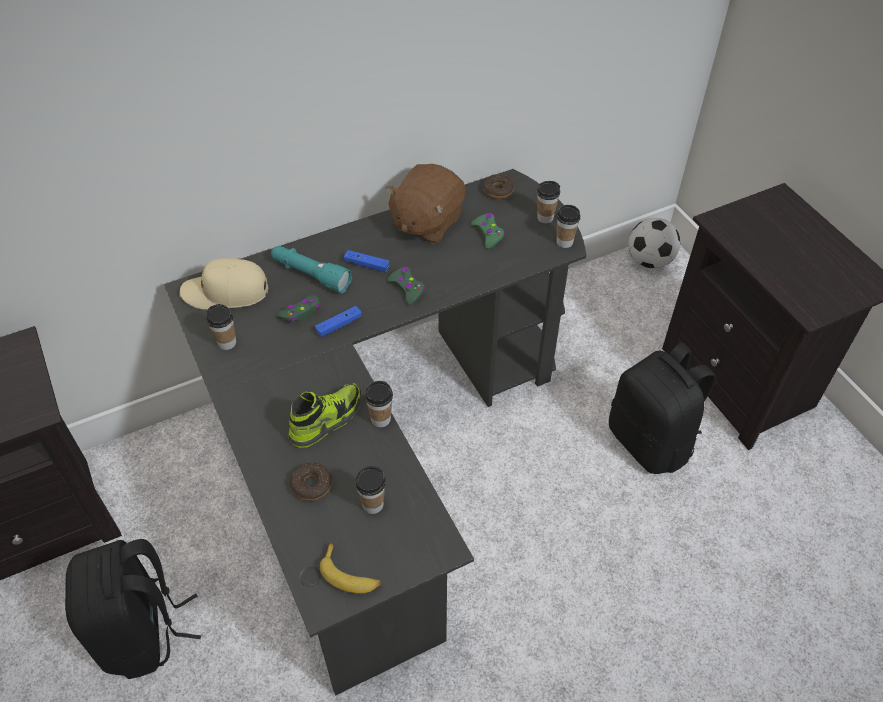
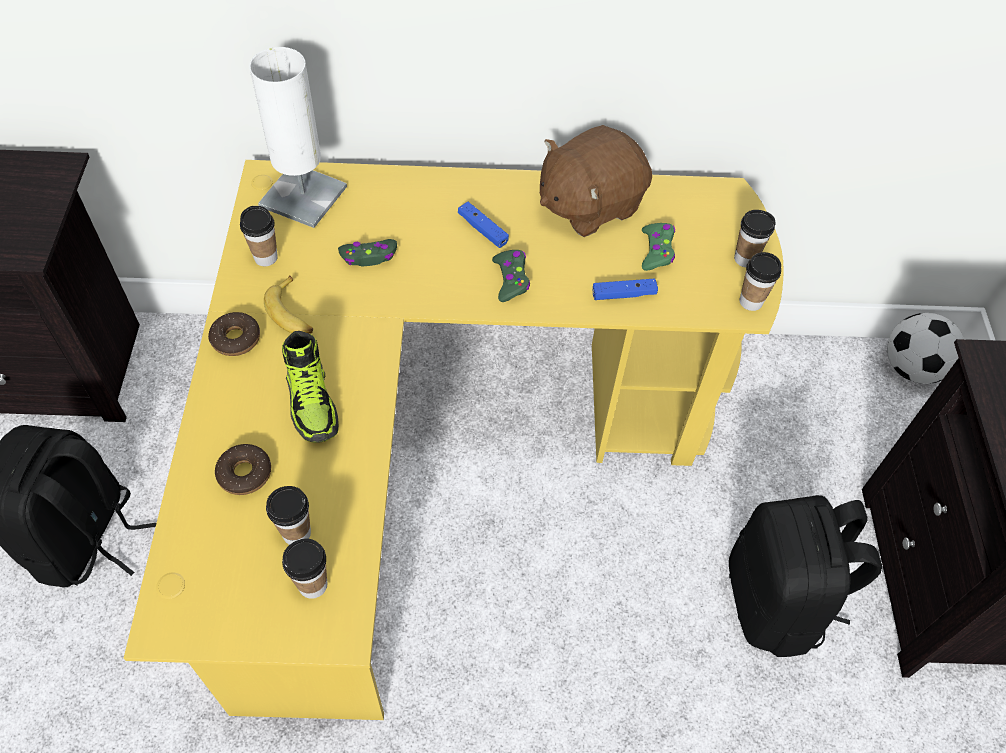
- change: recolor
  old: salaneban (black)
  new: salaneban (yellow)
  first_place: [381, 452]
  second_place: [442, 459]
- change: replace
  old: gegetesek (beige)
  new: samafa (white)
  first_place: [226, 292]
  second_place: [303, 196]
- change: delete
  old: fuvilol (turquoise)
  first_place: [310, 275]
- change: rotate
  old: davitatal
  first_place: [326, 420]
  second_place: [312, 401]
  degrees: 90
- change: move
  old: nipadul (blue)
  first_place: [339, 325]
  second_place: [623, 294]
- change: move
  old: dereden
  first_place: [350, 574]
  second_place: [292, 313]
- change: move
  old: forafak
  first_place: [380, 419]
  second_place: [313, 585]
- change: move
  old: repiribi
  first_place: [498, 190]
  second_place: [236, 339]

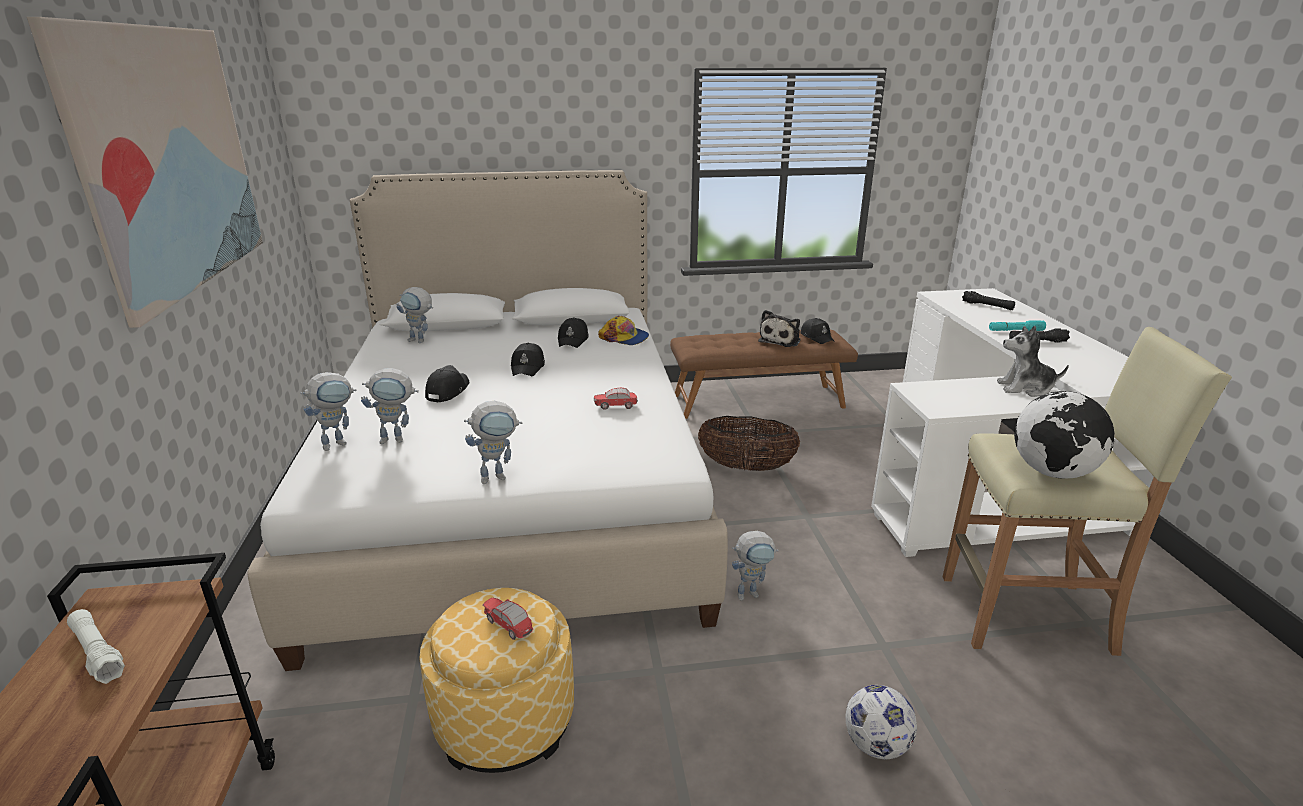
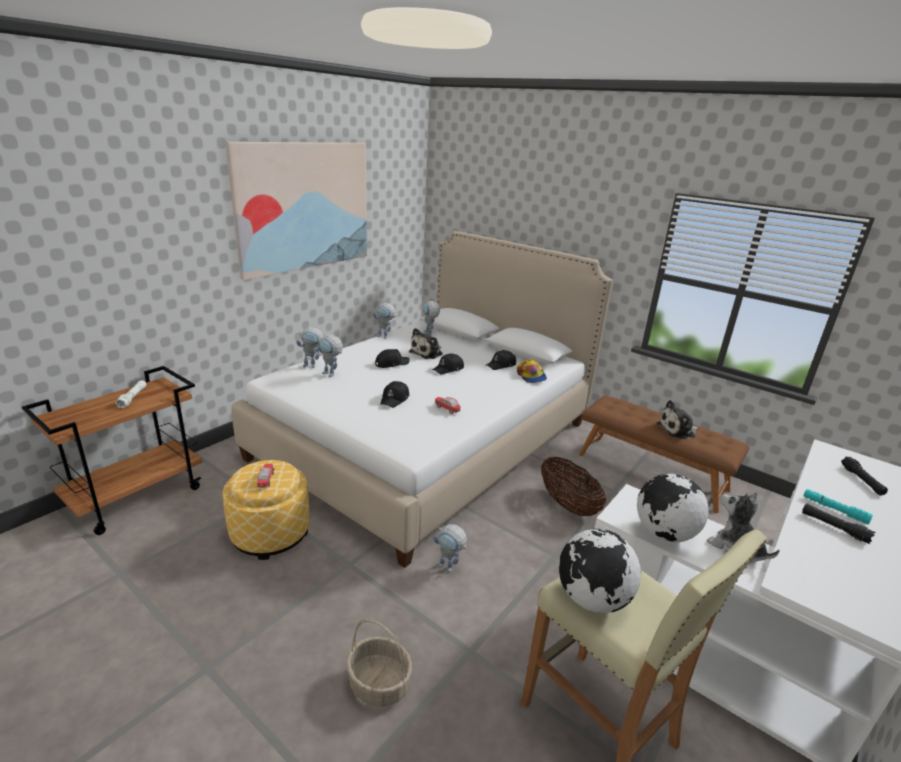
- change: move
  old: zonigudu
  first_place: [499, 476]
  second_place: [385, 337]
- change: move
  old: gegetesek (black)
  first_place: [817, 337]
  second_place: [395, 399]
- change: replace
  old: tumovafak
  new: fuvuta
  first_place: [876, 745]
  second_place: [378, 685]
- change: insert
  new: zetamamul
  second_place: [427, 353]
- change: insert
  new: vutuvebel
  second_place: [663, 533]

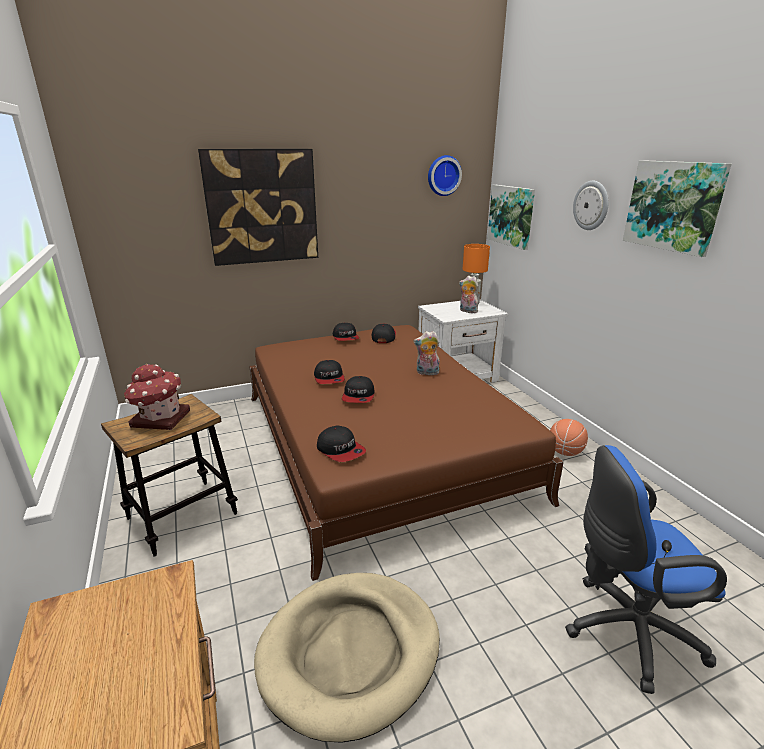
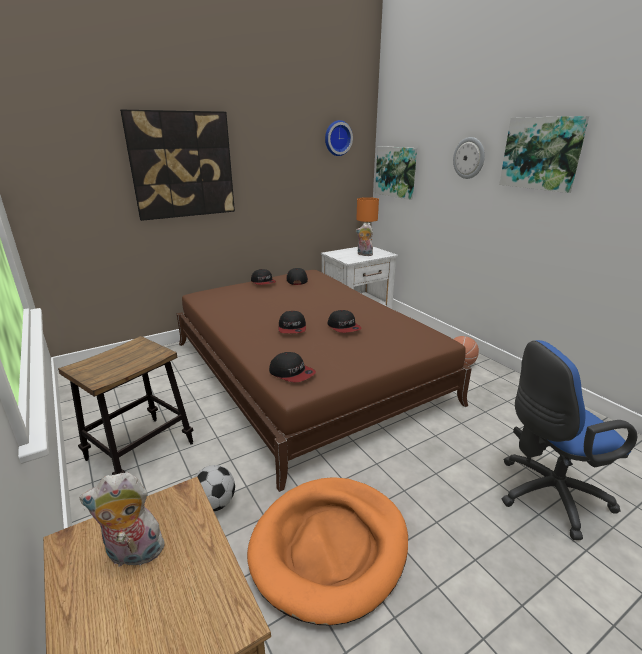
- change: delete
  old: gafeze
  first_place: [160, 419]
- change: recolor
  old: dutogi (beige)
  new: dutogi (orange)
  first_place: [350, 652]
  second_place: [330, 547]
- change: move
  old: gegetesek
  first_place: [329, 378]
  second_place: [344, 327]
- change: move
  old: zetamamul
  first_place: [427, 373]
  second_place: [133, 555]
- change: insert
  new: tumovafak
  second_place: [216, 503]

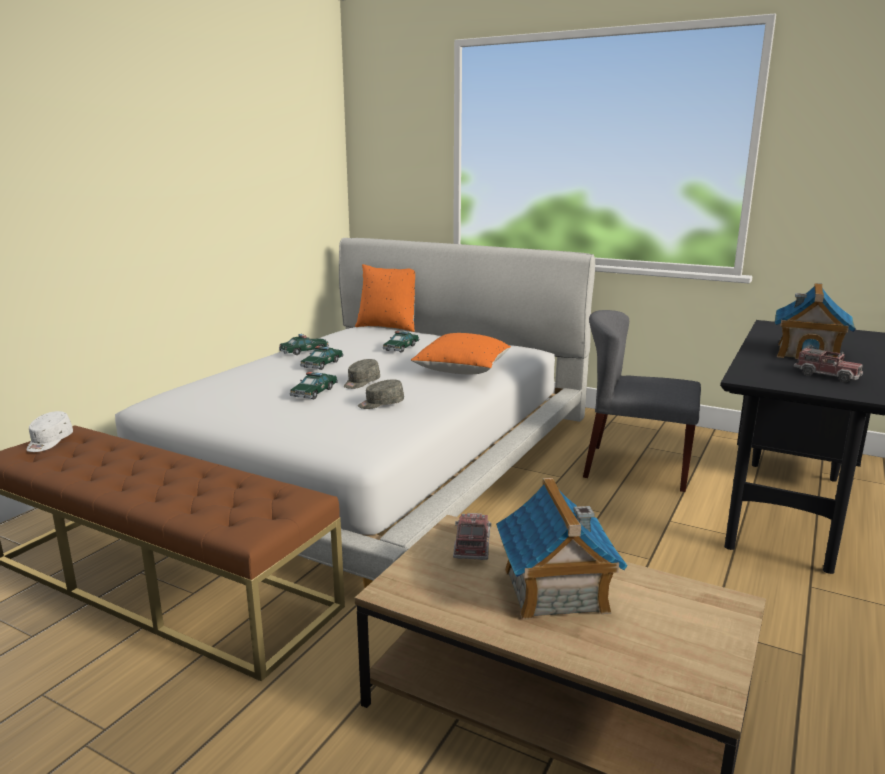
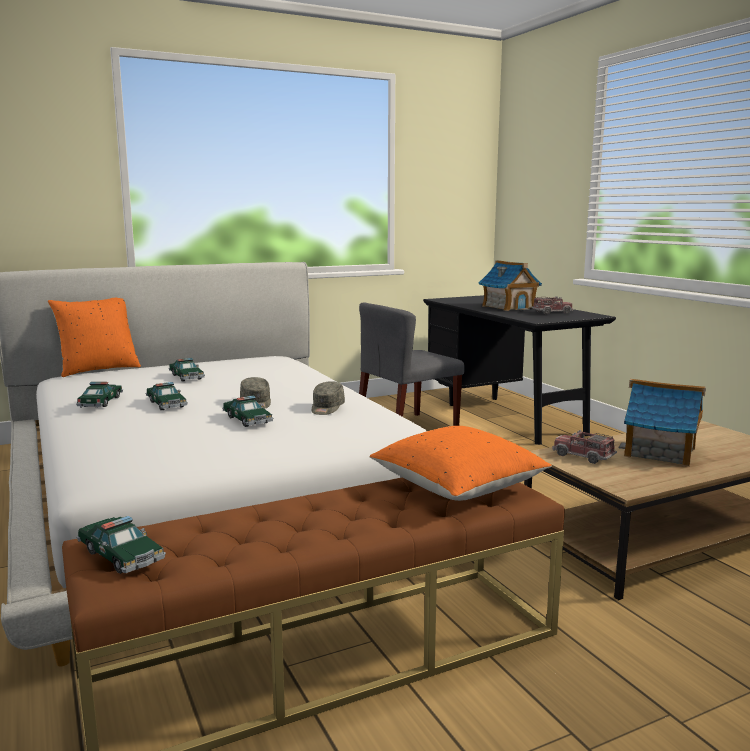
- change: replace
  old: gegetesek (white)
  new: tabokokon
  first_place: [49, 442]
  second_place: [120, 555]
- change: move
  old: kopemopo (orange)
  first_place: [462, 370]
  second_place: [458, 487]

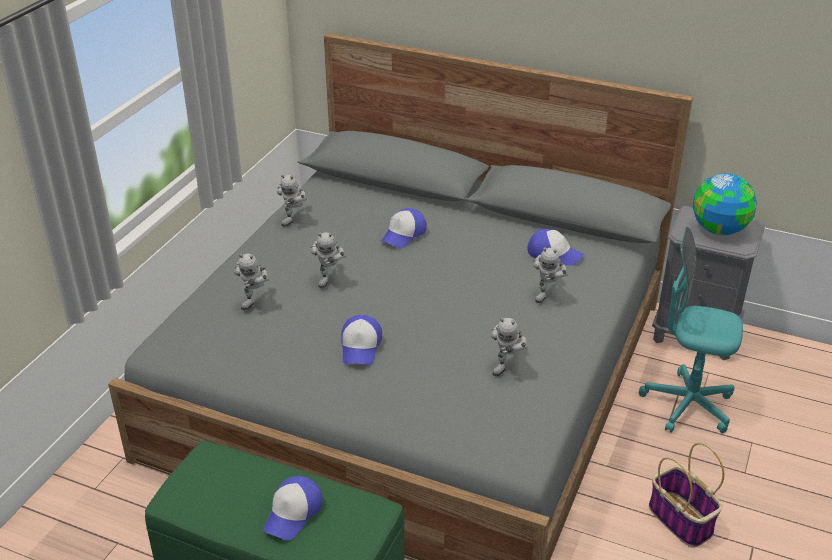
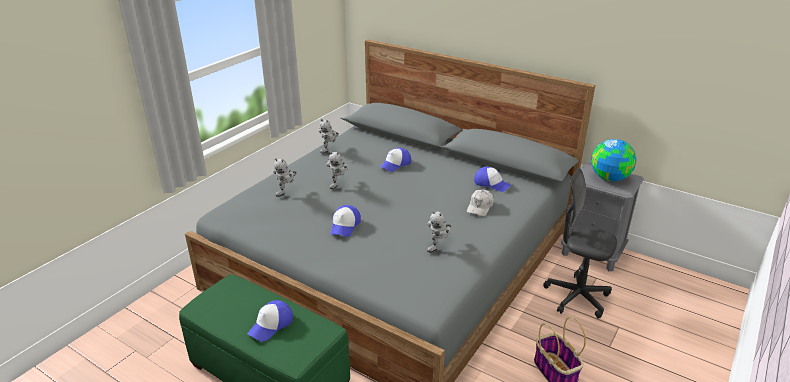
- change: replace
  old: zonigudu
  new: gegetesek (white)
  first_place: [547, 294]
  second_place: [480, 207]
- change: recolor
  old: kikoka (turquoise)
  new: kikoka (grey)
  first_place: [687, 405]
  second_place: [576, 297]

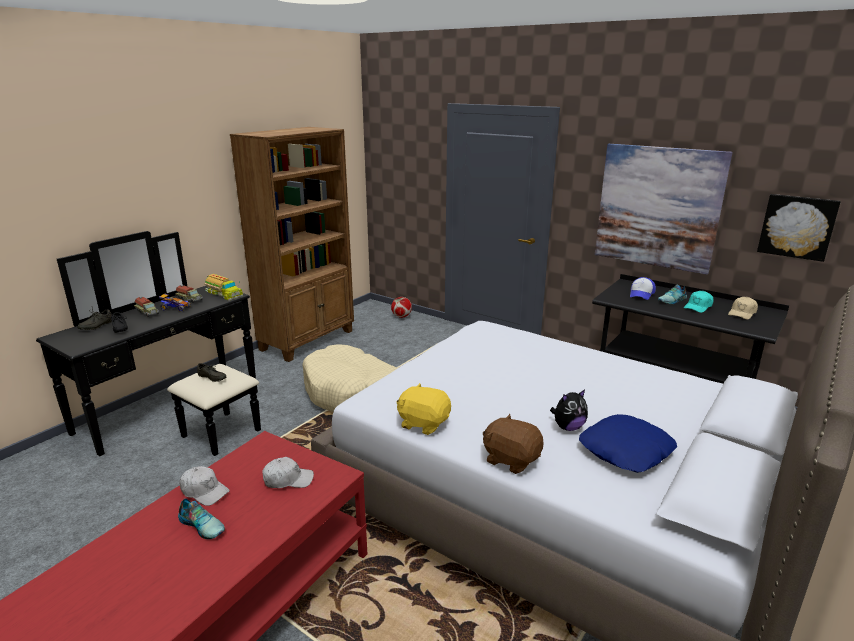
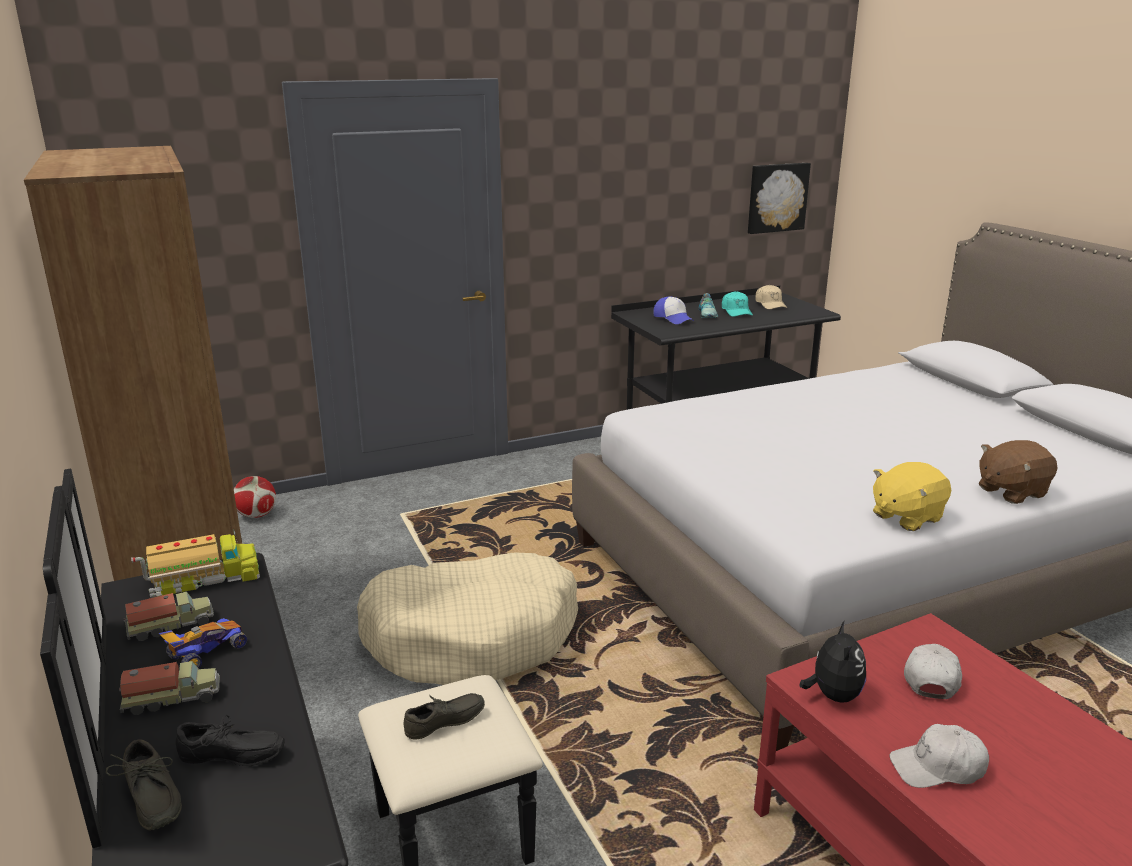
- change: delete
  old: davitatal
  first_place: [203, 525]
- change: rotate
  old: gegetesek (white)
  first_place: [204, 491]
  second_place: [938, 768]
  degrees: -150
- change: move
  old: zetamamul
  first_place: [568, 427]
  second_place: [832, 695]
- change: delete
  old: kopemopo (blue)
  first_place: [626, 451]
- change: delete
  old: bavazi
  first_place: [658, 207]

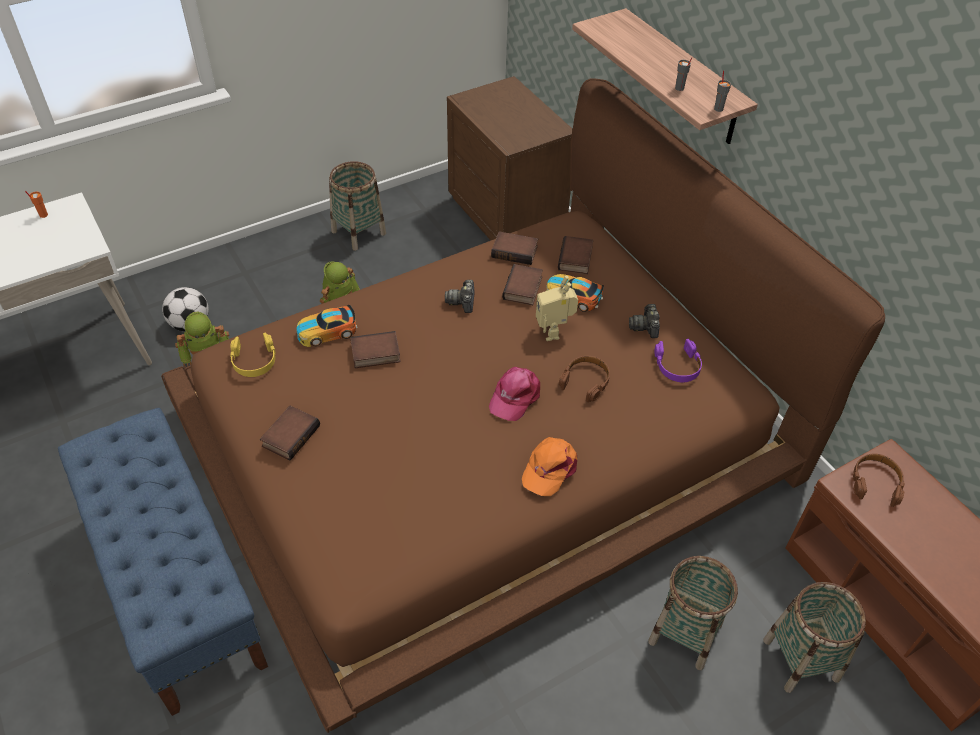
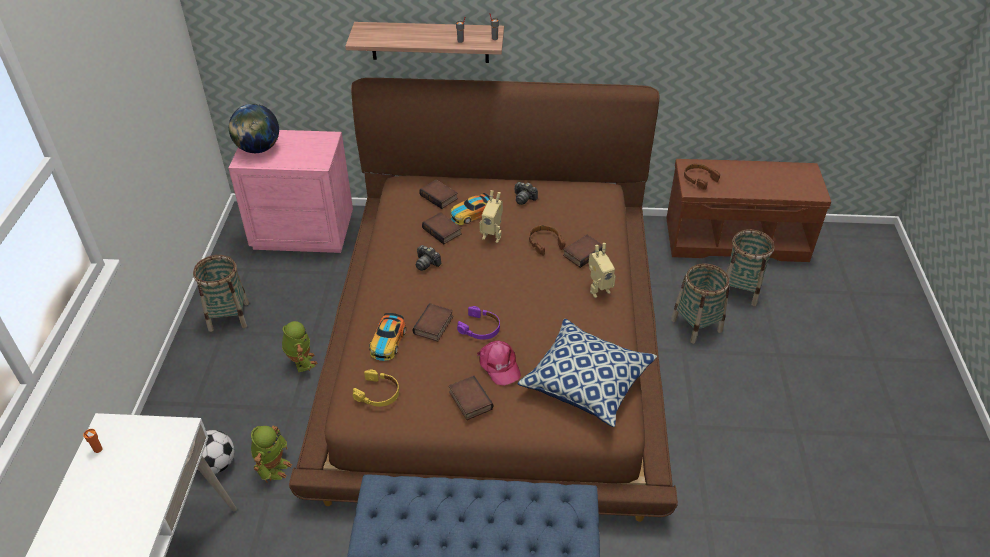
- change: recolor
  old: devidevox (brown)
  new: devidevox (pink)
  first_place: [508, 215]
  second_place: [303, 231]
- change: move
  old: gegetesek (pink)
  first_place: [515, 396]
  second_place: [499, 365]
- change: move
  old: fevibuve
  first_place: [515, 251]
  second_place: [583, 253]
- change: replace
  old: gegetesek (orange)
  new: zonigudu
  first_place: [549, 468]
  second_place: [598, 290]
- change: move
  old: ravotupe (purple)
  first_place: [677, 366]
  second_place: [480, 328]
- change: insert
  new: vutuvebel
  second_place: [258, 149]
- change: insert
  new: kopemopo
  second_place: [586, 382]

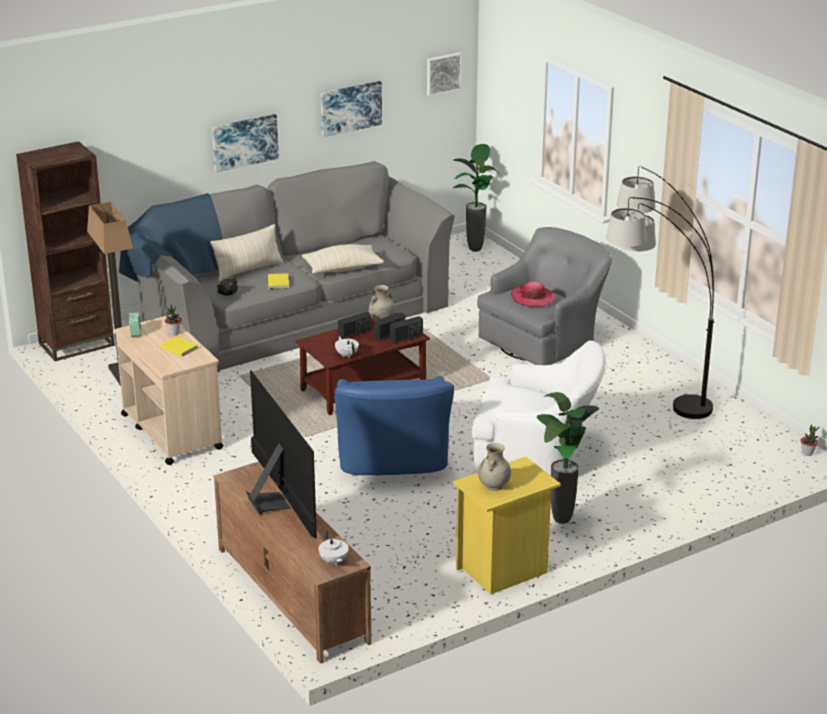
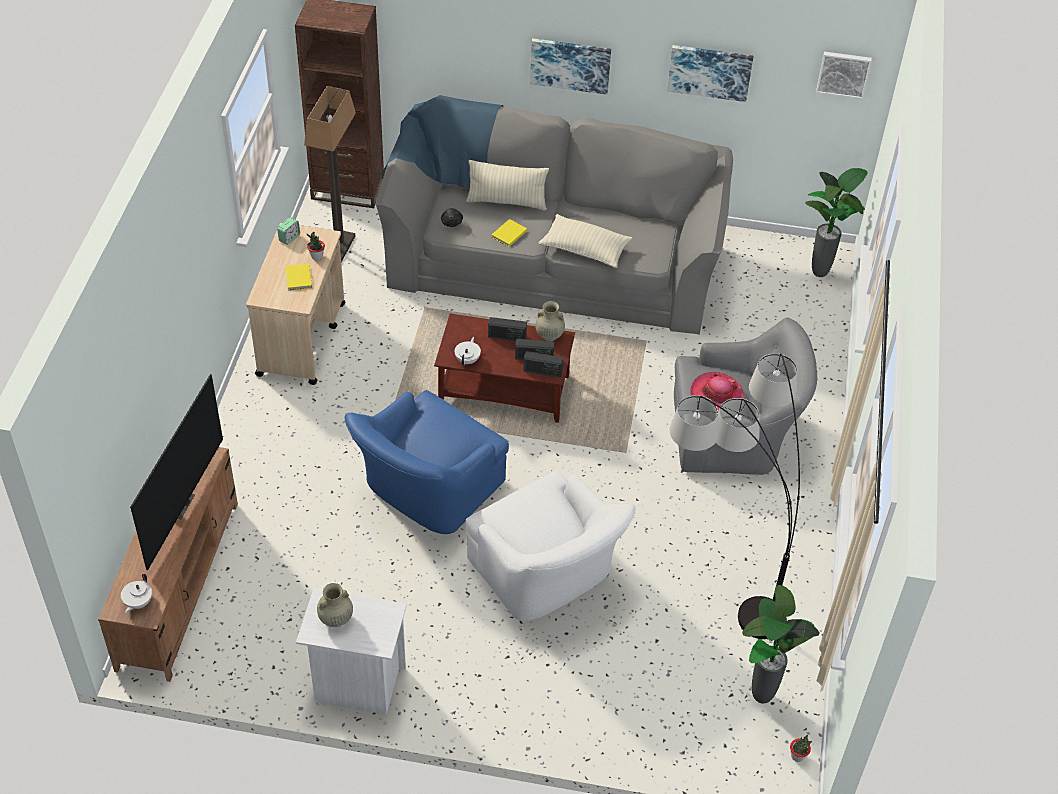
- change: recolor
  old: devidevox (yellow)
  new: devidevox (white)
  first_place: [503, 570]
  second_place: [356, 684]
- change: move
  old: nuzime
  first_place: [561, 522]
  second_place: [760, 698]

